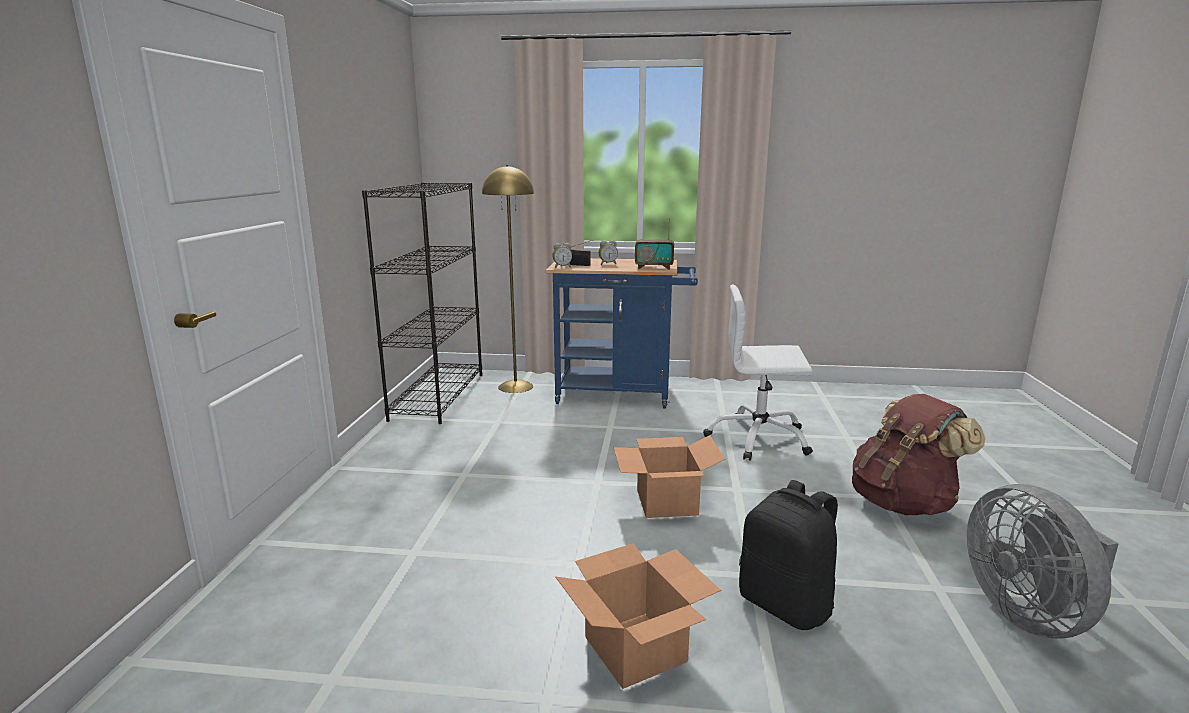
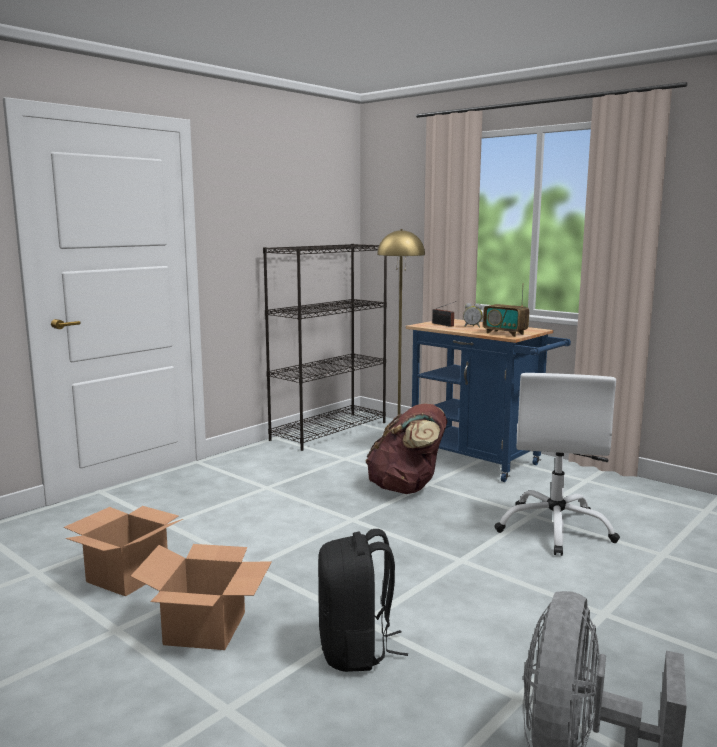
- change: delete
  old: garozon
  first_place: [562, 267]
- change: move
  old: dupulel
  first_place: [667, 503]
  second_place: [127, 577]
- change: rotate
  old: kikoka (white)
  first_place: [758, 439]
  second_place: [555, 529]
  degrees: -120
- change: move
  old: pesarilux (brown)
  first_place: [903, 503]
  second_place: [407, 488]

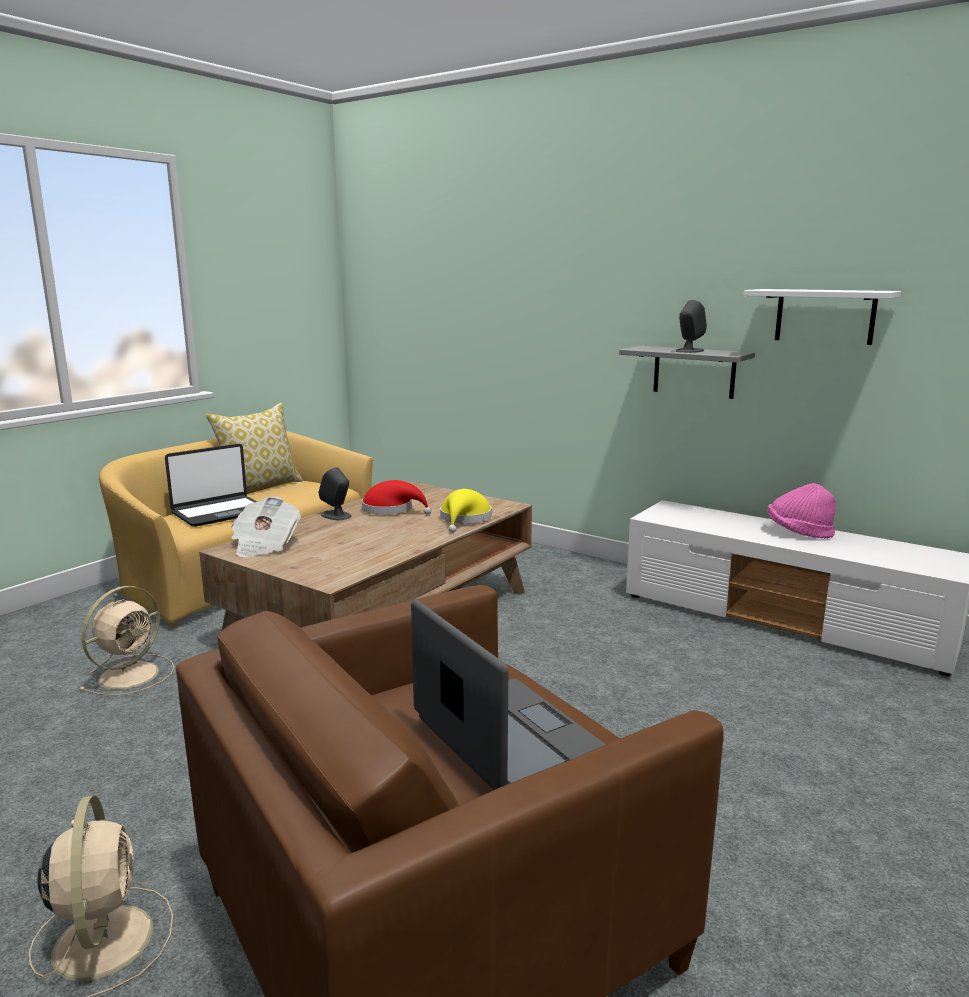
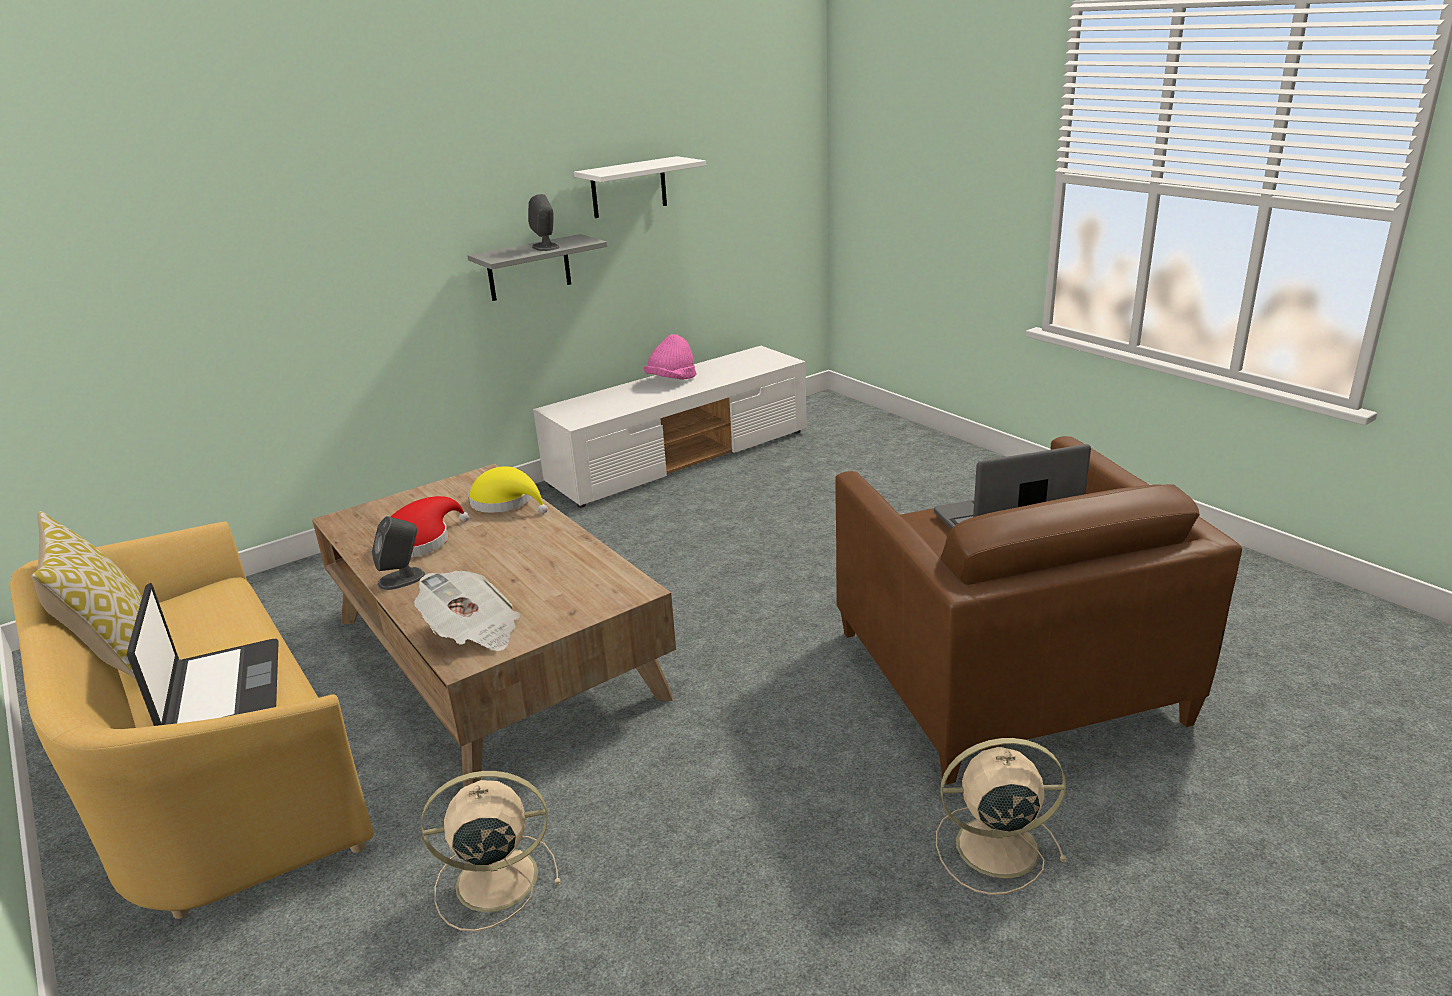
- change: rotate
  old: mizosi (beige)
  first_place: [131, 674]
  second_place: [493, 880]
  degrees: -60

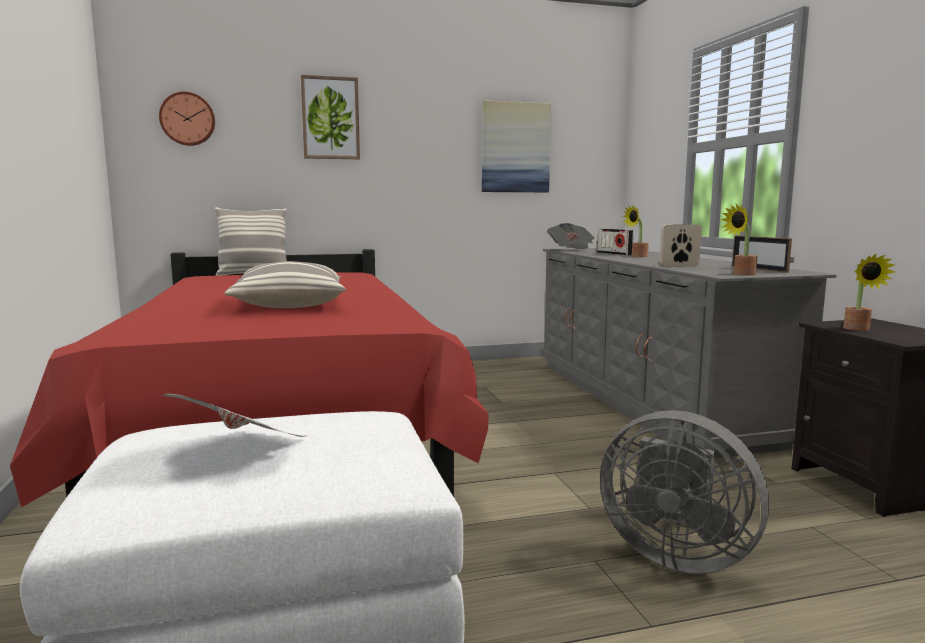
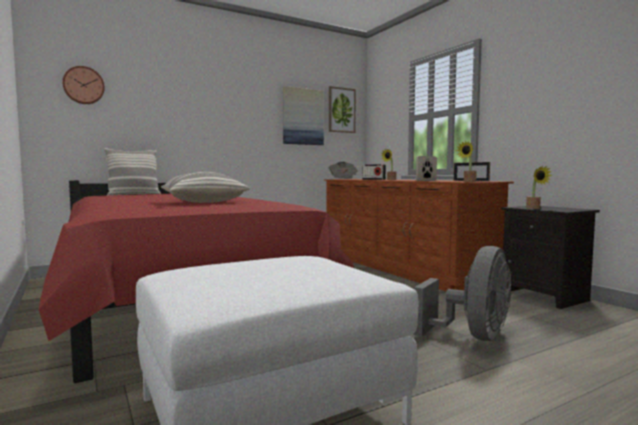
- change: delete
  old: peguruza
  first_place: [241, 451]
- change: move
  old: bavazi
  first_place: [330, 118]
  second_place: [341, 110]
- change: recolor
  old: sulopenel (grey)
  new: sulopenel (brown)
  first_place: [647, 399]
  second_place: [400, 266]
- change: rotate
  old: mizosi (grey)
  first_place: [675, 554]
  second_place: [473, 336]
  degrees: -75

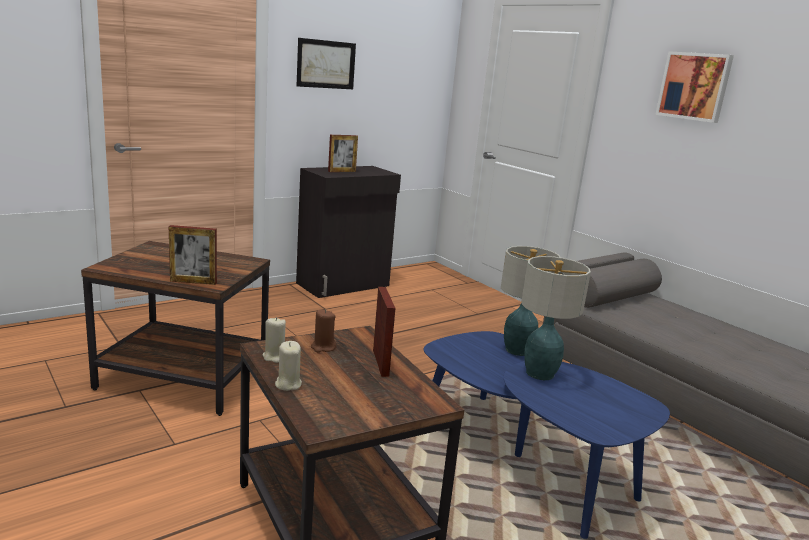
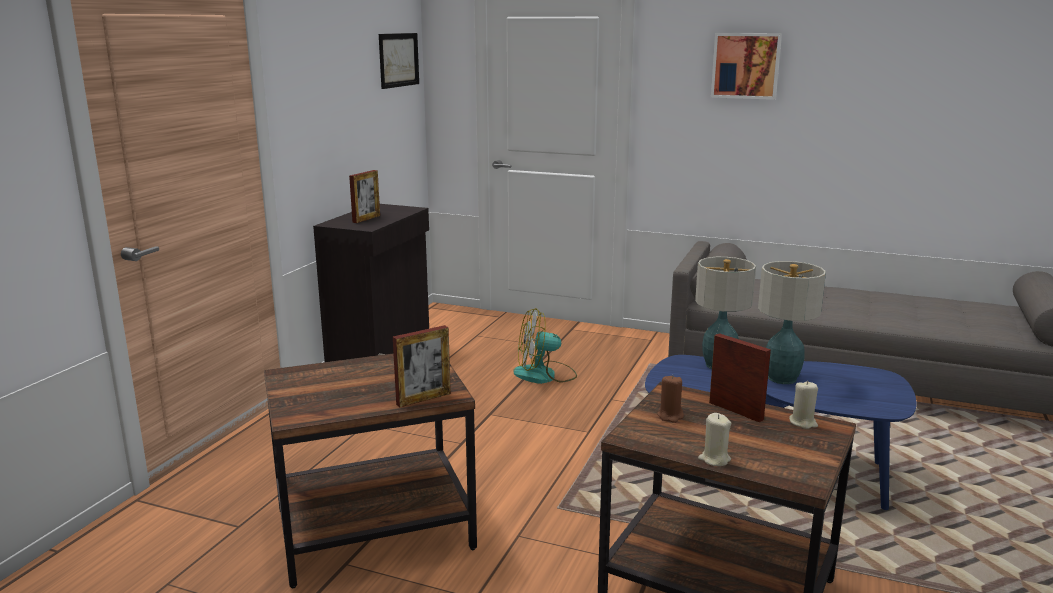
- change: move
  old: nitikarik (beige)
  first_place: [275, 356]
  second_place: [803, 422]
- change: move
  old: bavazi
  first_place: [326, 64]
  second_place: [398, 60]
- change: insert
  new: mizosi
  second_place: [545, 375]

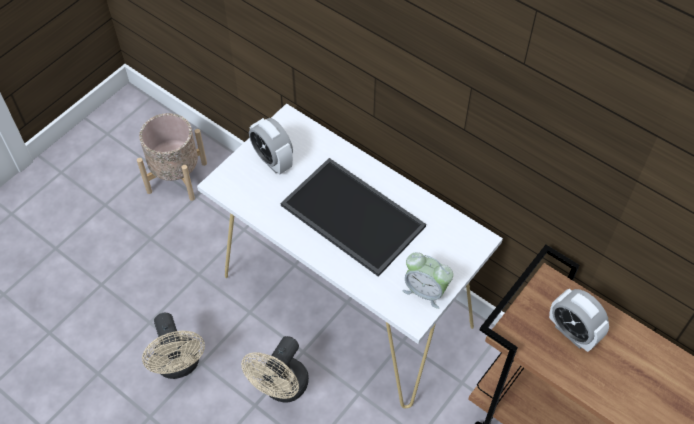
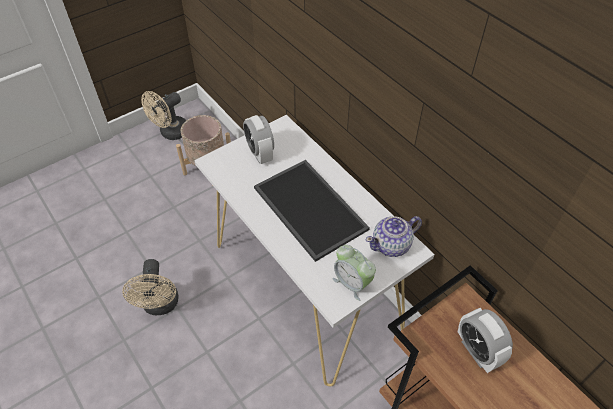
- change: move
  old: mizosi (beige)
  first_place: [281, 388]
  second_place: [171, 133]
- change: insert
  new: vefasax
  second_place: [392, 245]

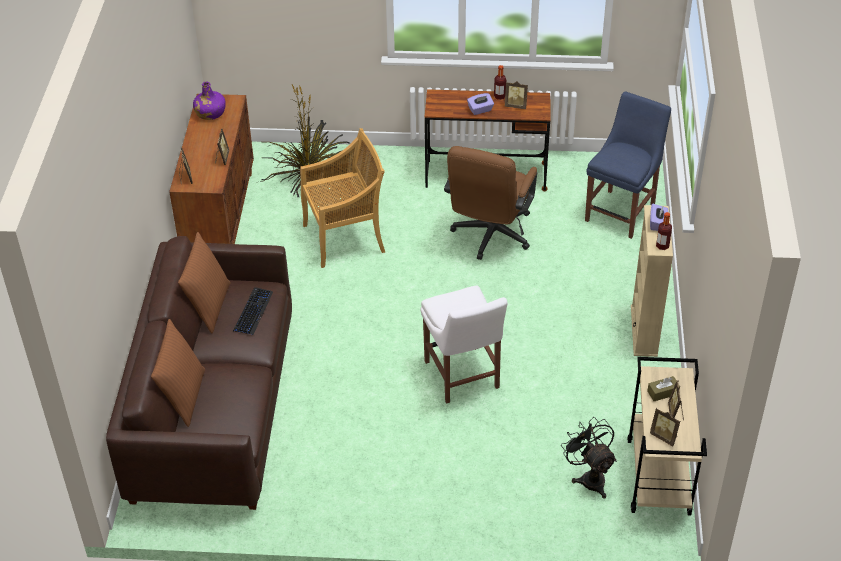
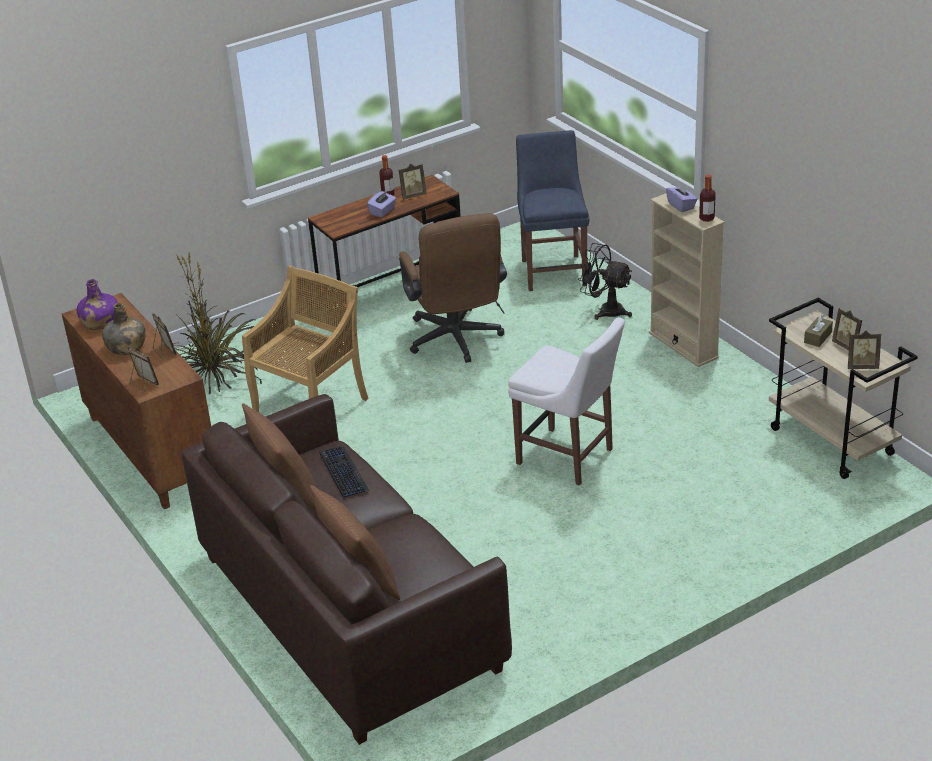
- change: move
  old: mizosi (black)
  first_place: [589, 477]
  second_place: [605, 310]
- change: insert
  new: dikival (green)
  second_place: [126, 347]

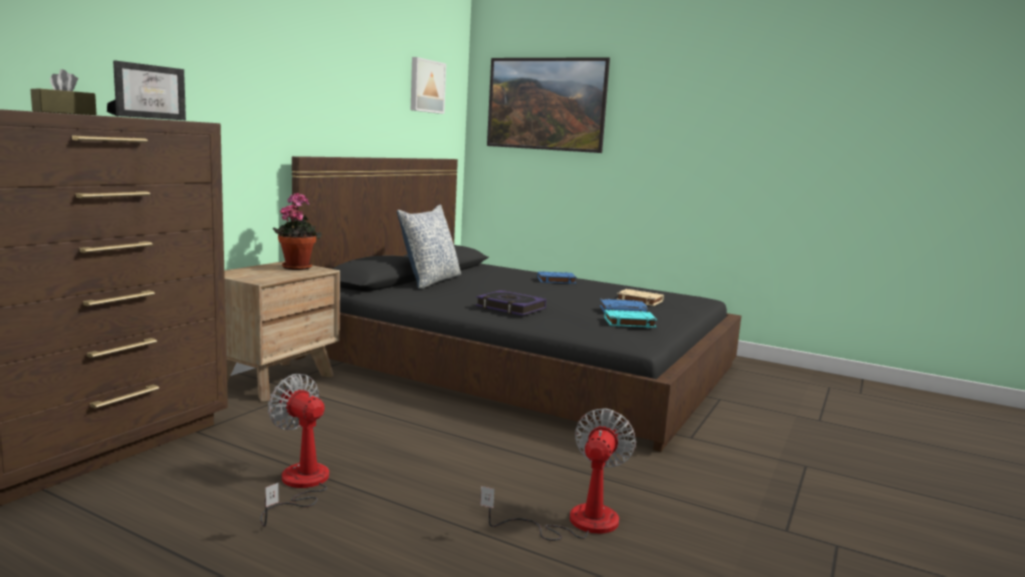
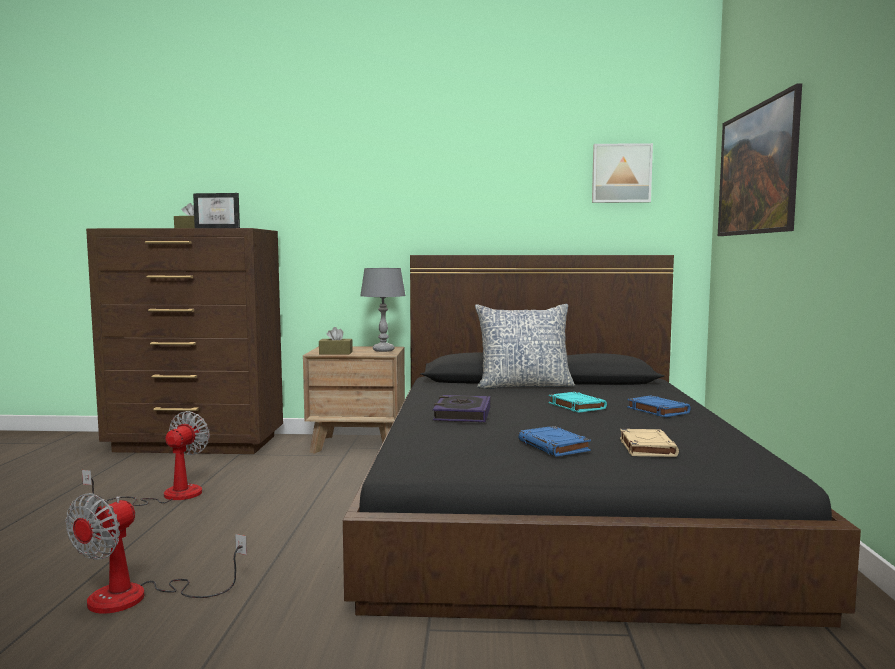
- change: replace
  old: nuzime
  new: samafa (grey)
  first_place: [297, 267]
  second_place: [383, 350]
- change: rotate
  old: mizosi
  first_place: [575, 522]
  second_place: [138, 597]
  degrees: 120
- change: move
  old: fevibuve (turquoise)
  first_place: [629, 322]
  second_place: [576, 406]
- change: insert
  new: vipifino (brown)
  second_place: [336, 353]

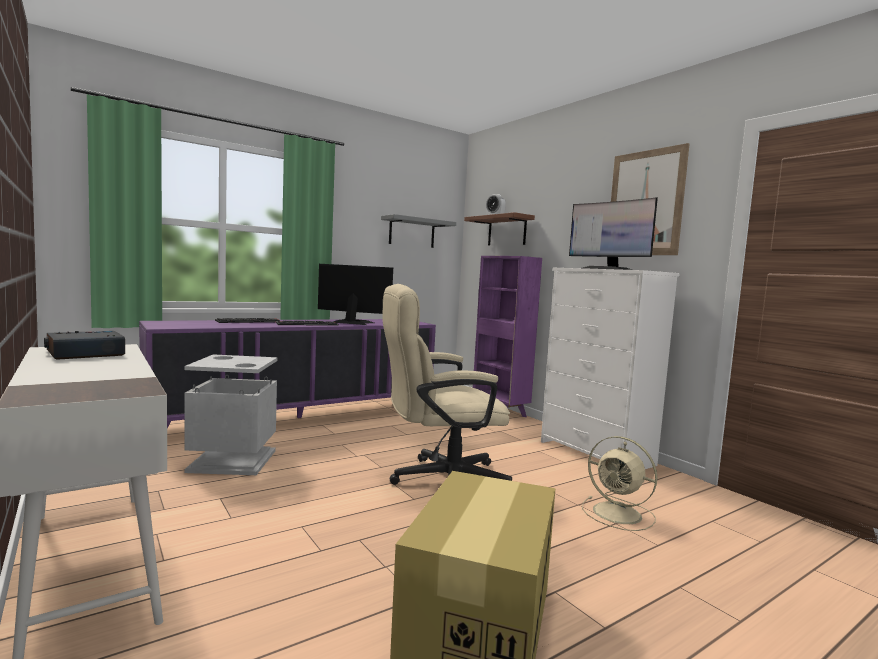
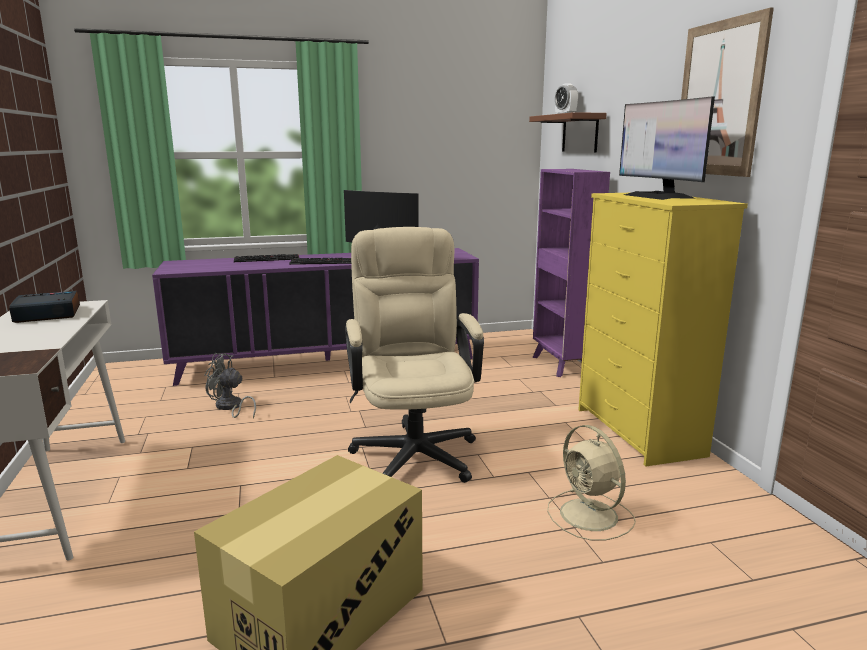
- change: replace
  old: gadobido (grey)
  new: mizosi (grey)
  first_place: [233, 461]
  second_place: [230, 407]
- change: delete
  old: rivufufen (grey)
  first_place: [412, 232]
- change: rotate
  old: kikoka (beige)
  first_place: [439, 480]
  second_place: [414, 449]
  degrees: 75
- change: recolor
  old: sulopenel (white)
  new: sulopenel (yellow)
  first_place: [596, 453]
  second_place: [638, 432]

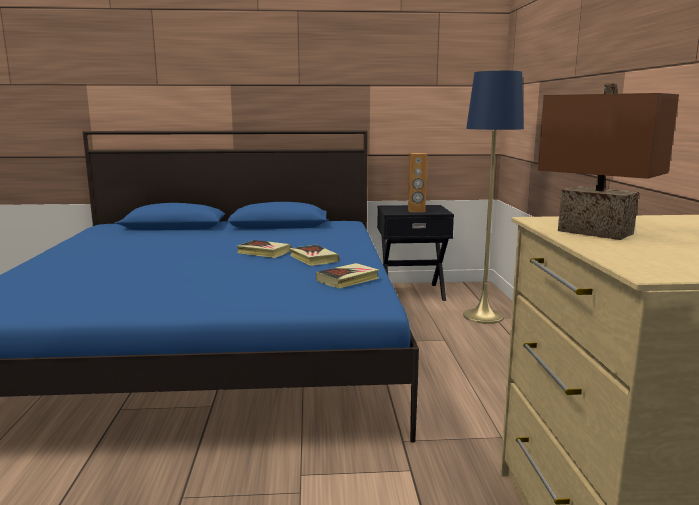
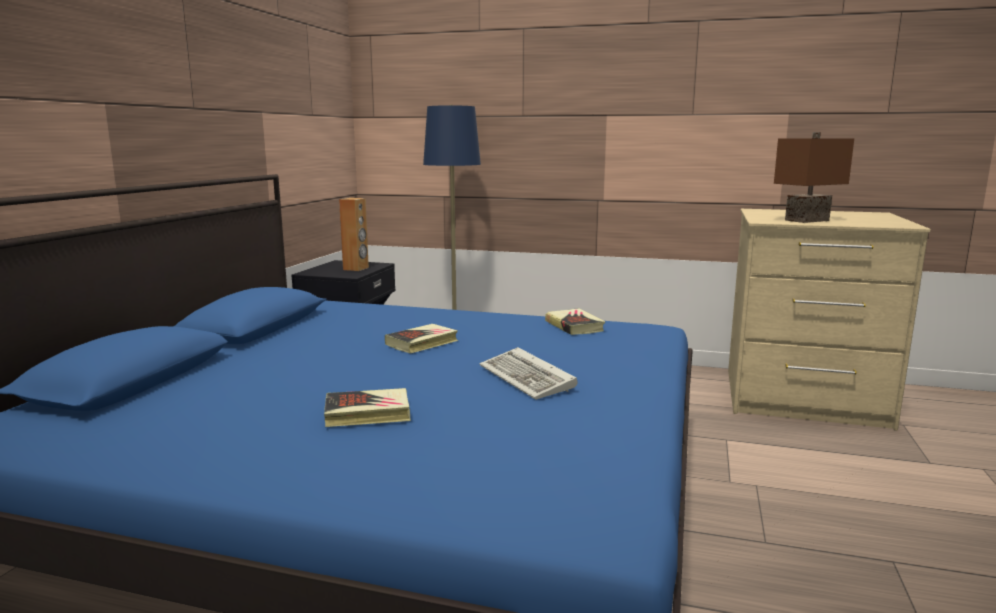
- change: move
  old: fevibuve
  first_place: [313, 259]
  second_place: [368, 414]
- change: insert
  new: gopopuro
  second_place: [529, 379]

